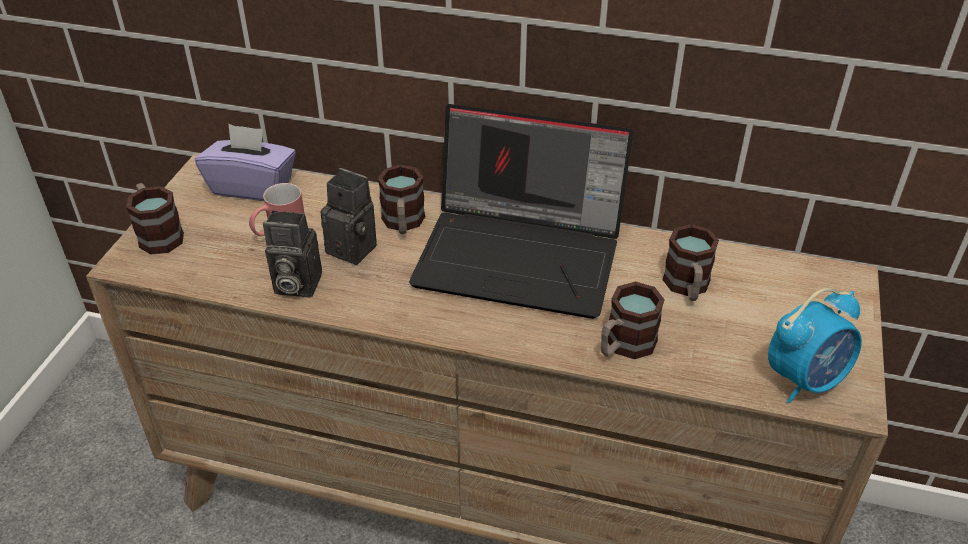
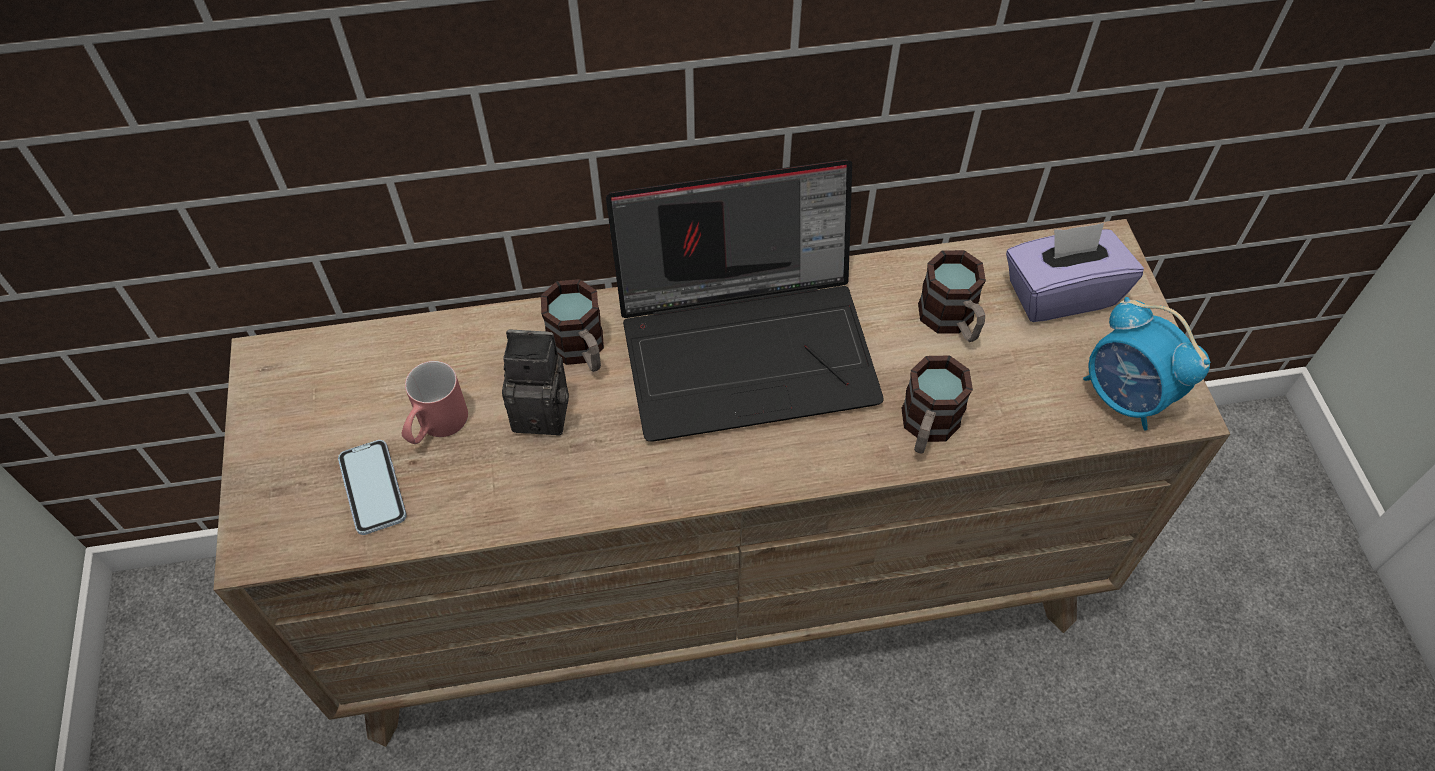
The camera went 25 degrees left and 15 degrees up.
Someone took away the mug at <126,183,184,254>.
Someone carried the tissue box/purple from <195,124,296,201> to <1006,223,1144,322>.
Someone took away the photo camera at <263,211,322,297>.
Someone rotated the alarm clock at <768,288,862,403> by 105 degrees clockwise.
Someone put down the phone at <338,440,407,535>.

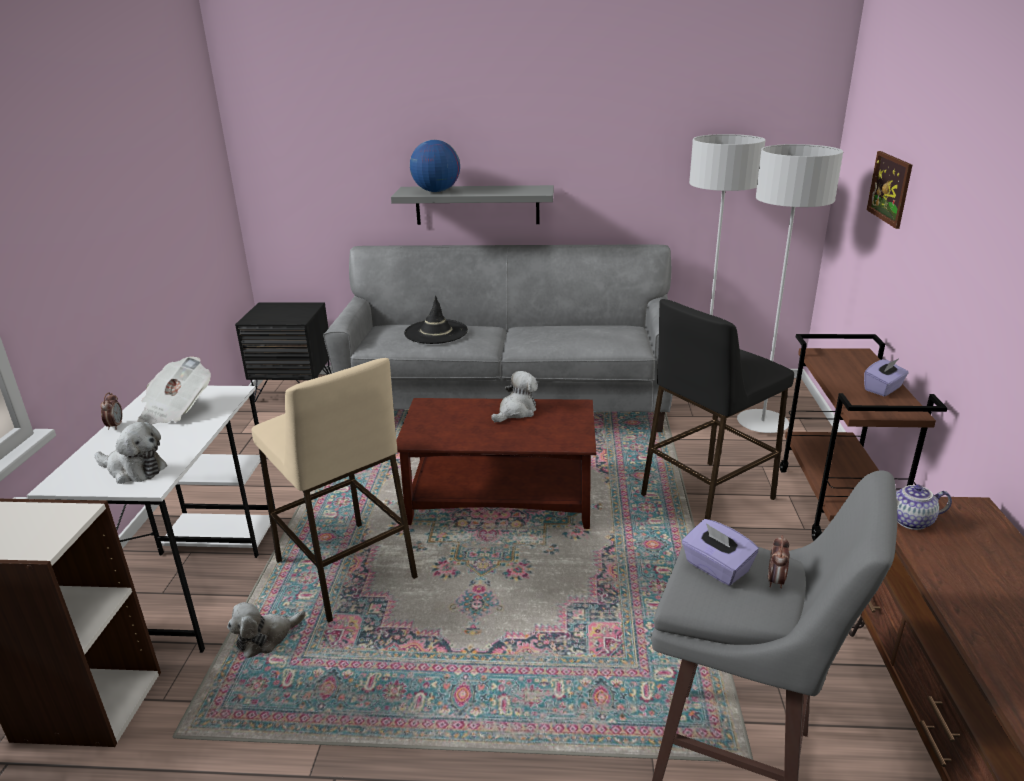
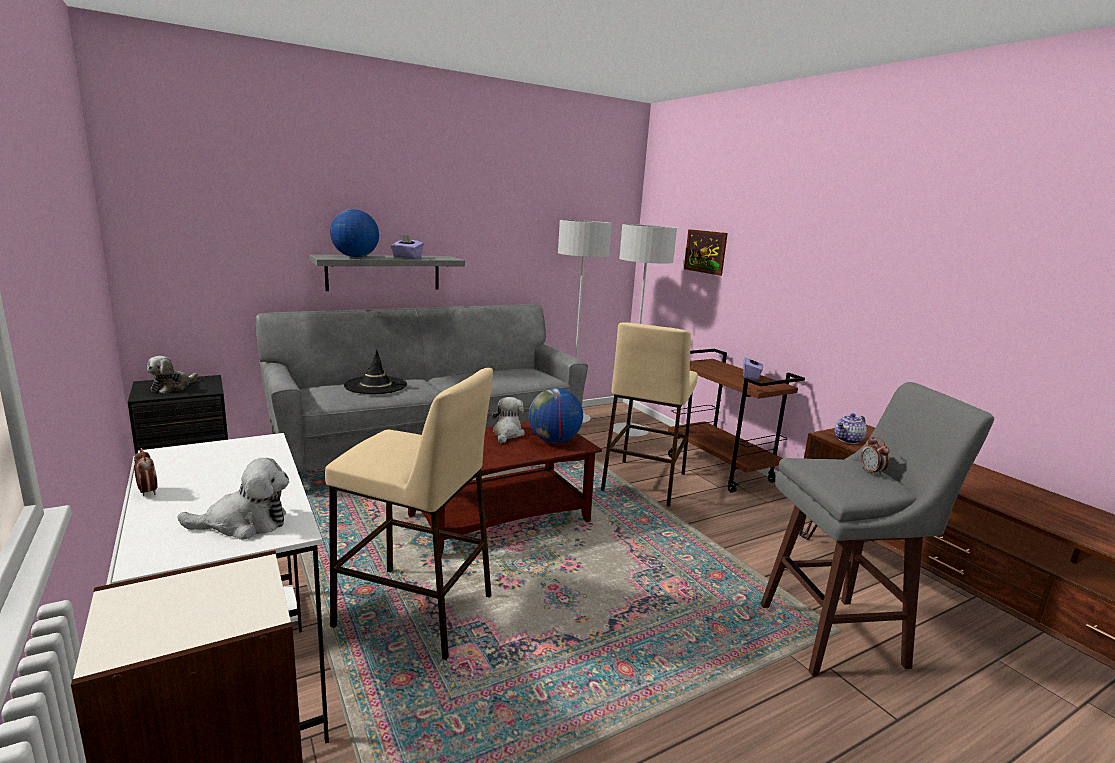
The camera went 35 degrees left and 10 degrees down.
Someone took away the newspaper at <137,356,211,425>.
Someone carried the plush toy from <227,602,306,658> to <147,356,198,394>.
Someone repainted the stool/black at <641,299,794,520>, which became the stool/beige at <601,322,698,507>.
Someone carried the tissue box/purple from <682,519,759,586> to <391,235,424,259>.
Someone put down the globe at <528,388,583,443>.

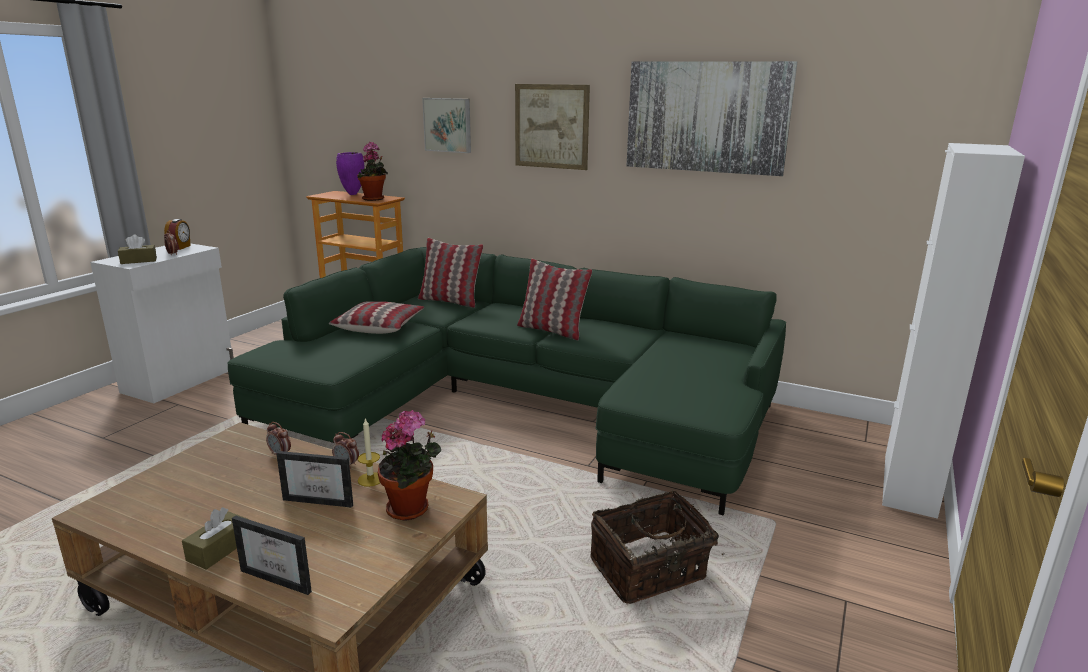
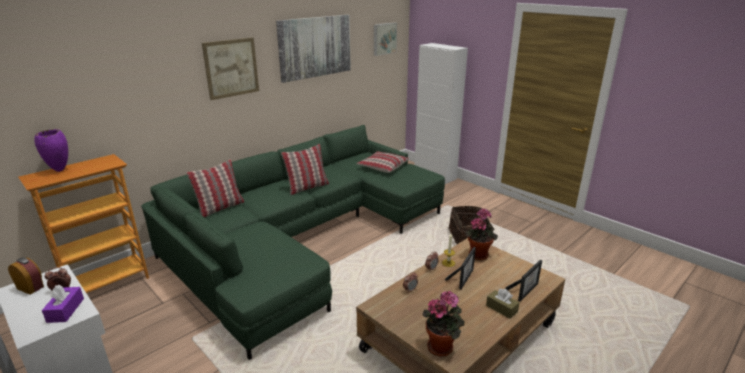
The camera went 70 degrees left and 5 degrees up.
Someone repainted the tissue box/brown at <118,234,157,264>, which became the tissue box/purple at <42,285,84,323>.
Someone carried the pillow from <329,301,424,334> to <357,151,409,173>.
Someone carried the potted plant from <357,142,388,201> to <423,291,465,357>.
Someone carried the picture from <422,98,471,153> to <374,22,397,56>.

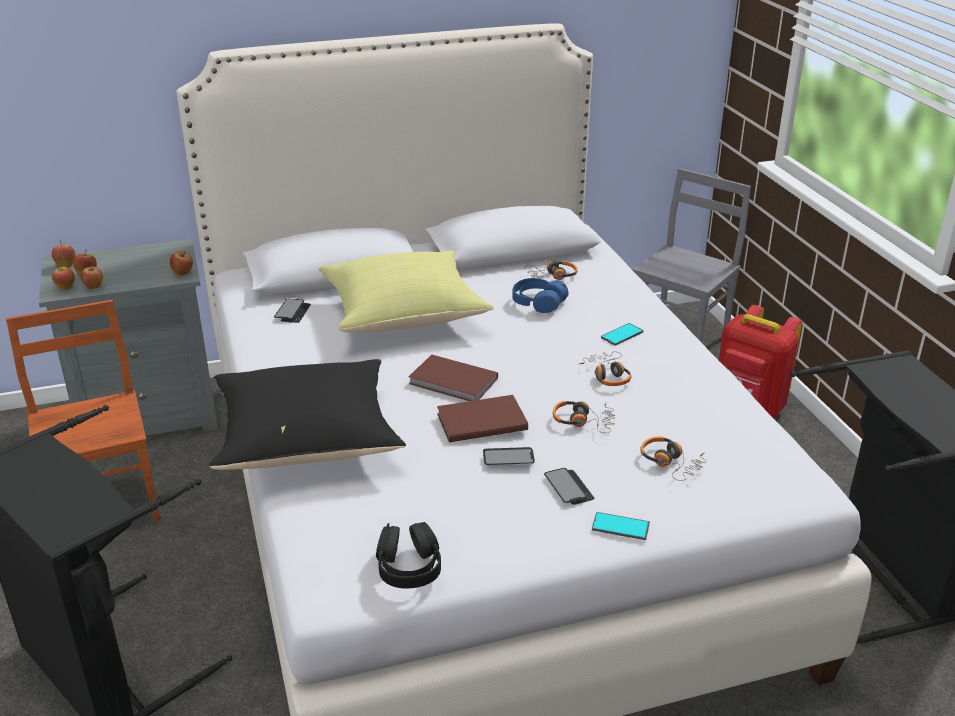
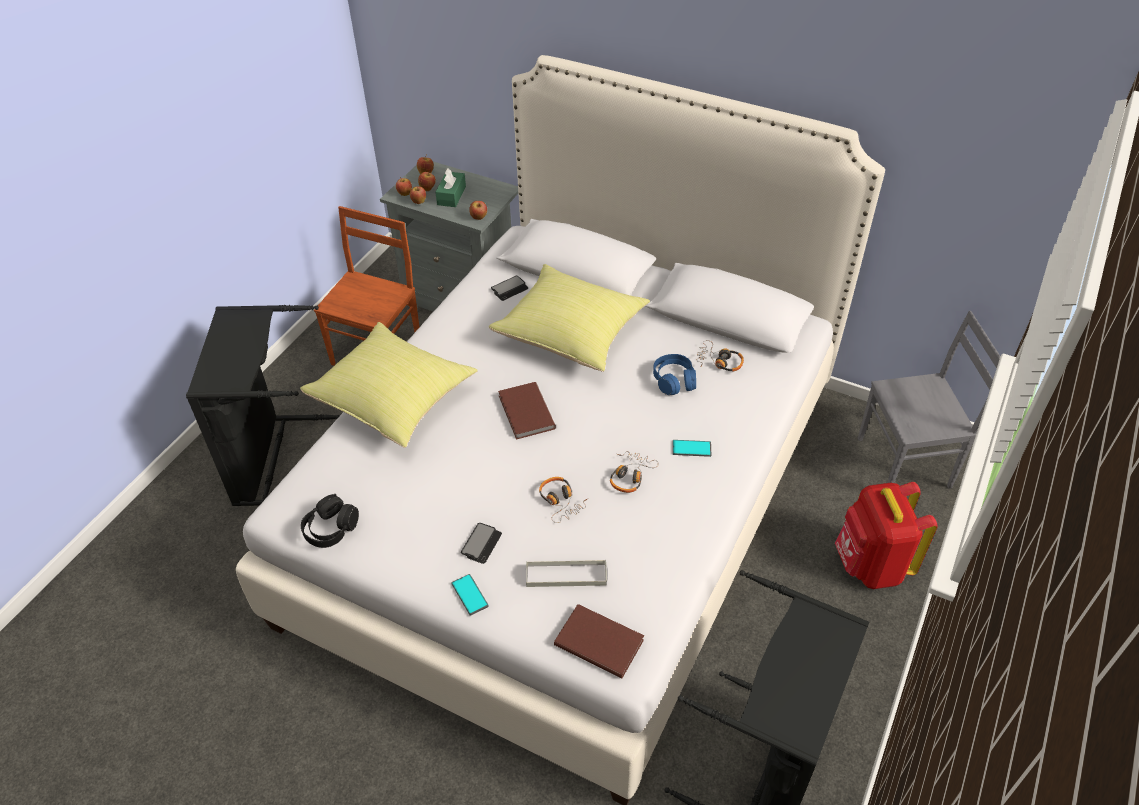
The camera went 45 degrees right and 15 degrees up.
Someone repainted the pillow/black at <209,359,406,470>, which became the pillow/yellow at <300,322,478,448>.
Someone carried the book/brown from <437,395,528,442> to <554,604,644,678>.
Someone took away the phone at <483,447,535,465>.
Someone swapped the headphones at <640,437,707,481> for the tray/grey at <526,560,607,587>.
Someone put down the tissue box/green at <435,168,466,207>.

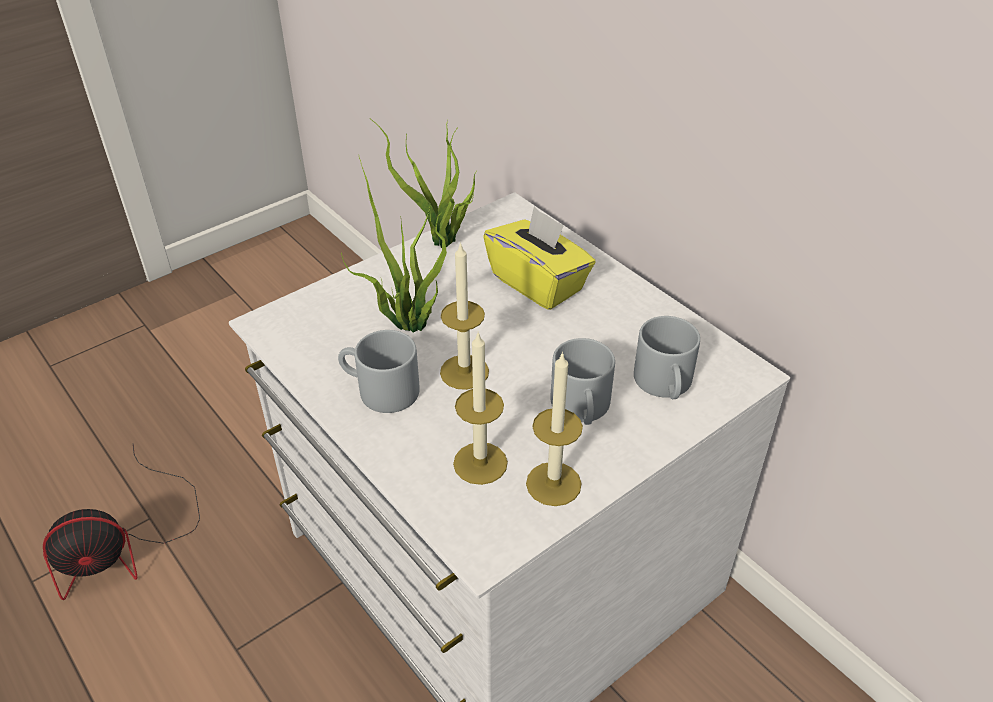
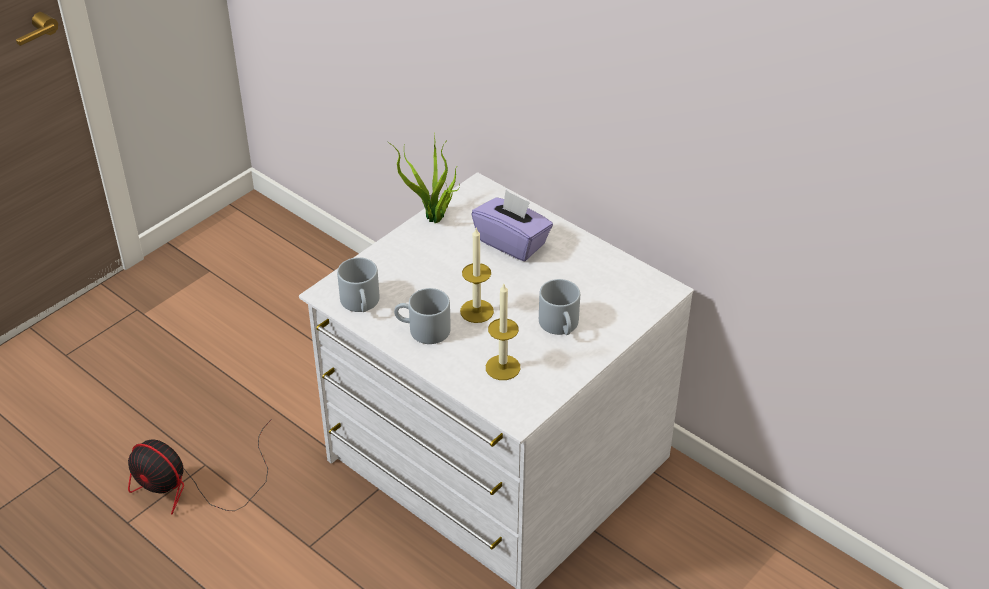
The camera went 10 degrees left and 0 degrees up.
Someone rotated the fan at <43,445,200,600> by 60 degrees clockwise.
Someone took away the potted plant at <341,154,447,332>.
Someone repainted the tissue box/yellow at <483,206,595,310>, which became the tissue box/purple at <471,190,553,261>.
Someone took away the candle at <526,352,583,506>.
Someone carried the mug/grey from <634,316,700,399> to <337,257,380,312>.

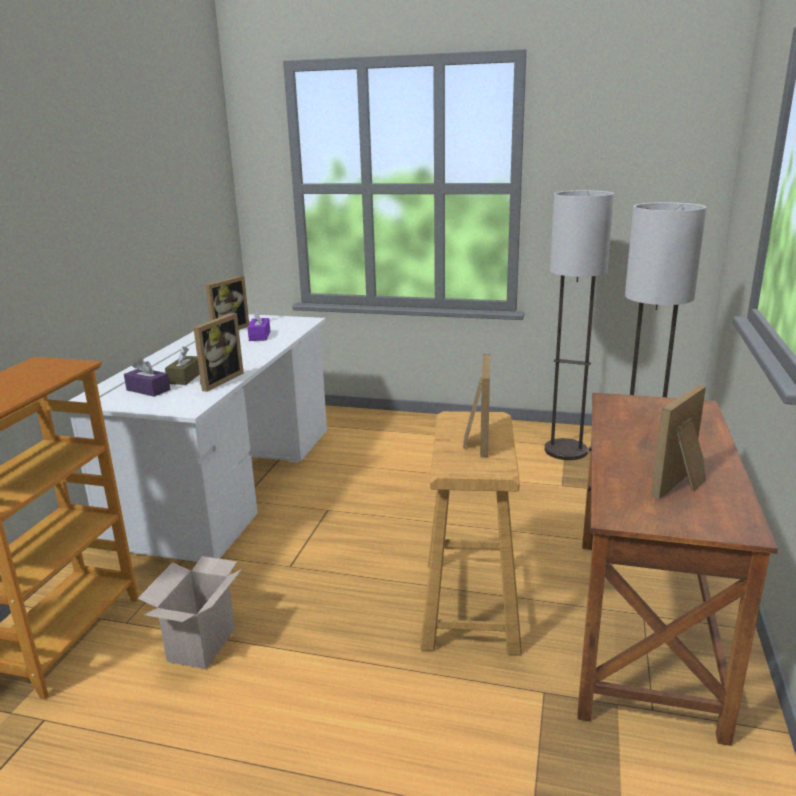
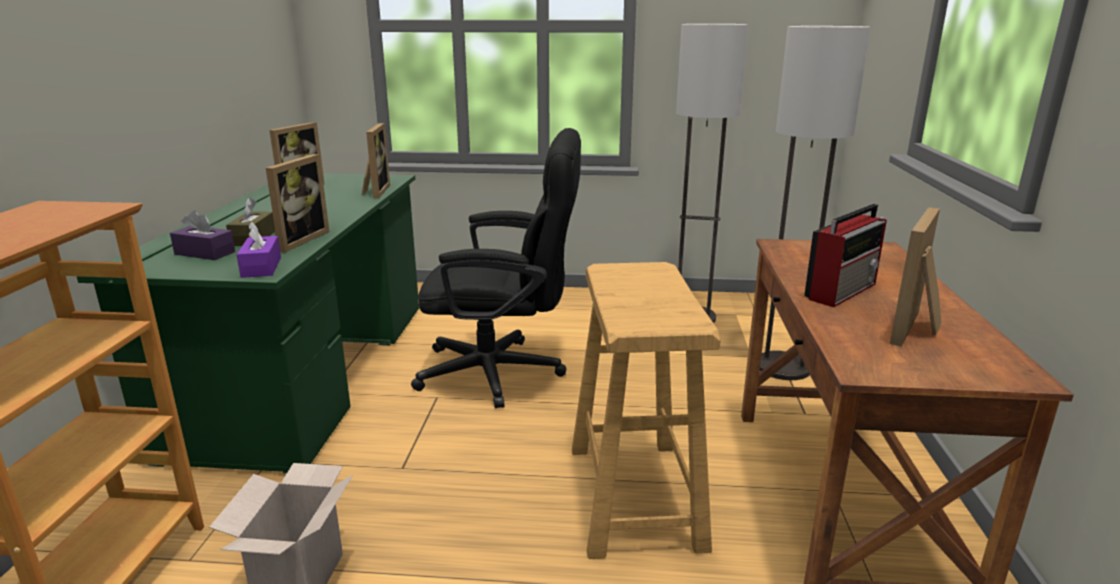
The camera went 10 degrees left and 0 degrees up.
Someone repainted the desk/white at <69,314,327,562>, which became the desk/green at <77,173,419,474>.
Someone carried the tissue box/purple from <247,309,270,341> to <236,222,281,278>.
Someone carried the picture frame from <463,354,491,457> to <362,123,390,199>.
Someone put down the office chair/black at <411,128,581,408>.
Someone put down the radio at <804,204,887,307>.

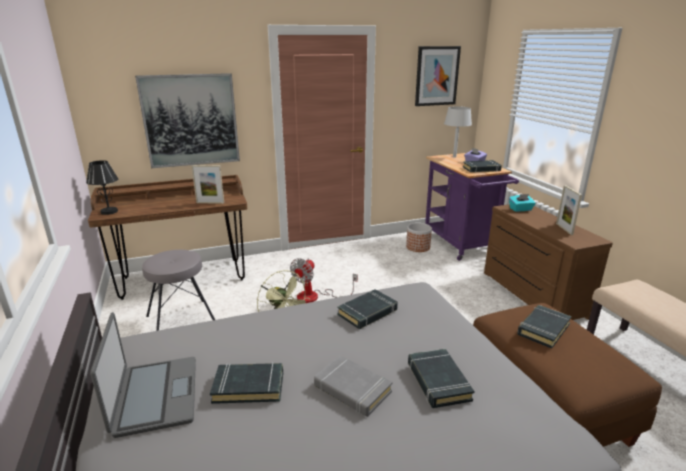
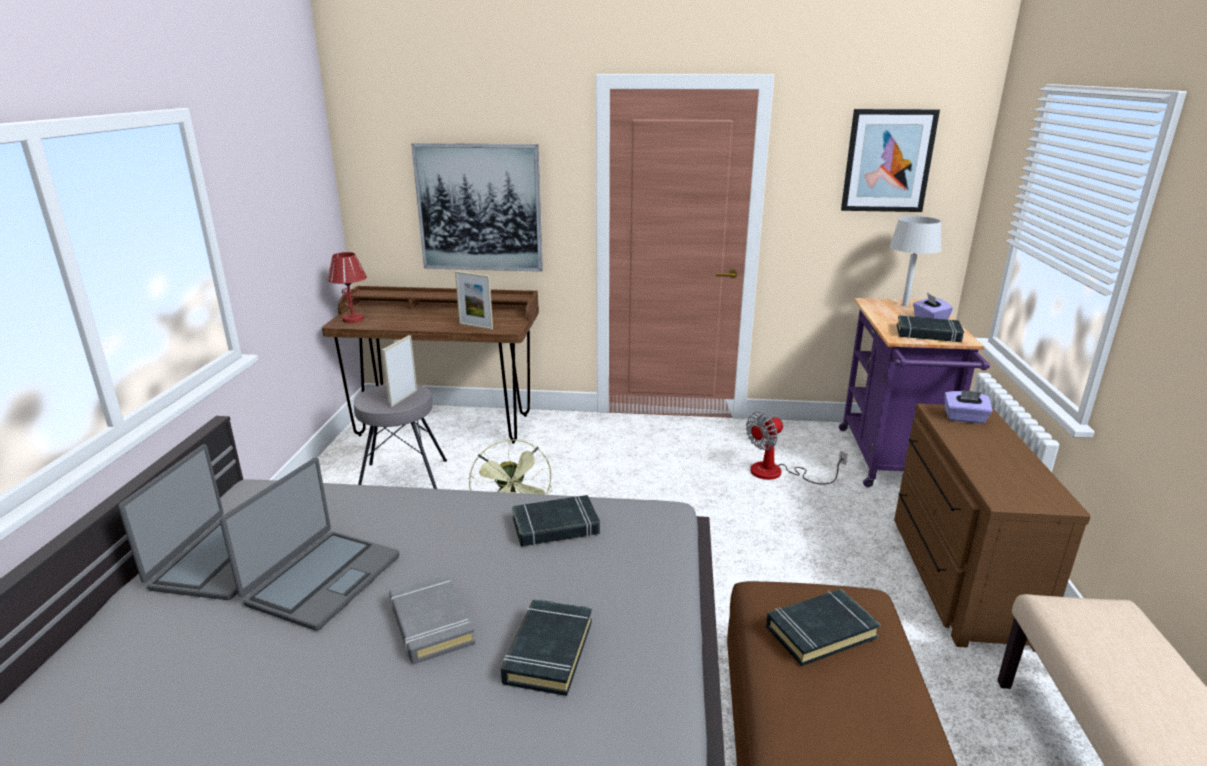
The camera went 25 degrees right and 0 degrees up.
Someone repainted the table lamp/black at <86,160,118,215>, which became the table lamp/red at <327,252,367,323>.
Someone swapped the book/black at <210,362,283,404> for the laptop at <220,458,400,631>.
Someone carried the fan from <290,258,358,303> to <746,412,847,484>.
Someone took away the planter at <406,223,432,252>.
Someone repainted the tissue box/turquoise at <509,194,536,212>, which became the tissue box/purple at <944,390,993,424>.
Someone carried the picture frame from <556,185,582,235> to <382,335,417,408>.

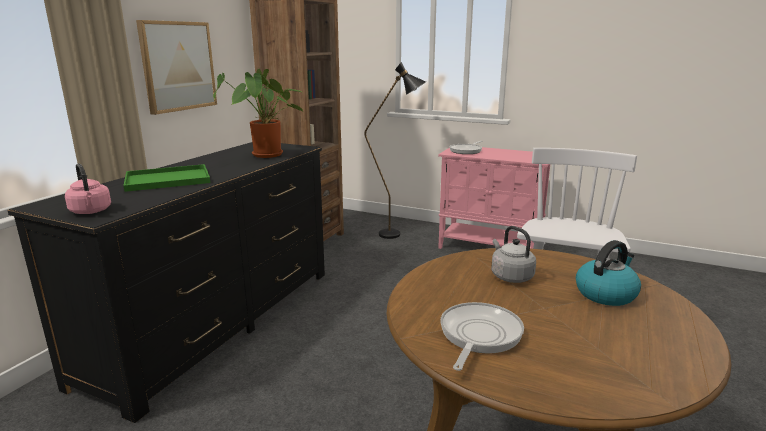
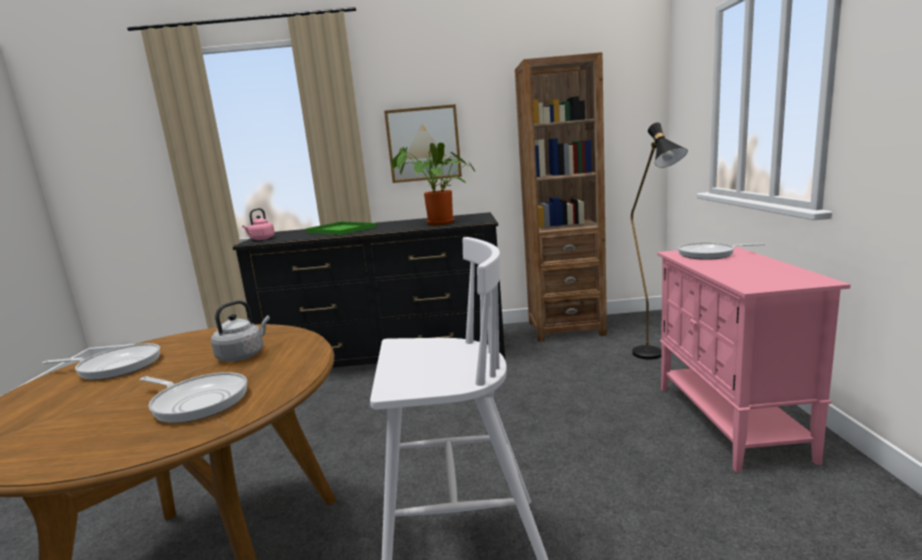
The camera went 65 degrees right and 5 degrees down.
Someone swapped the kettle at <576,240,641,306> for the frying pan at <140,372,247,423>.

